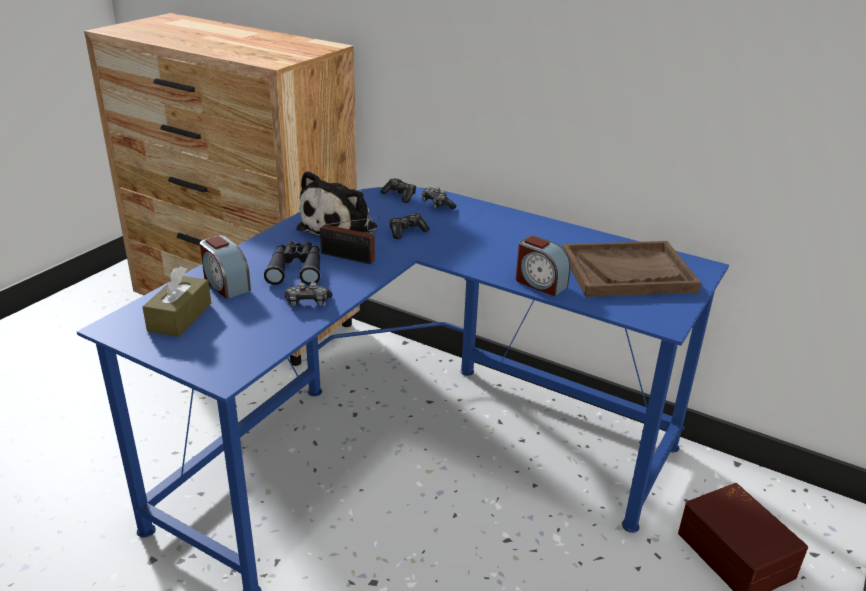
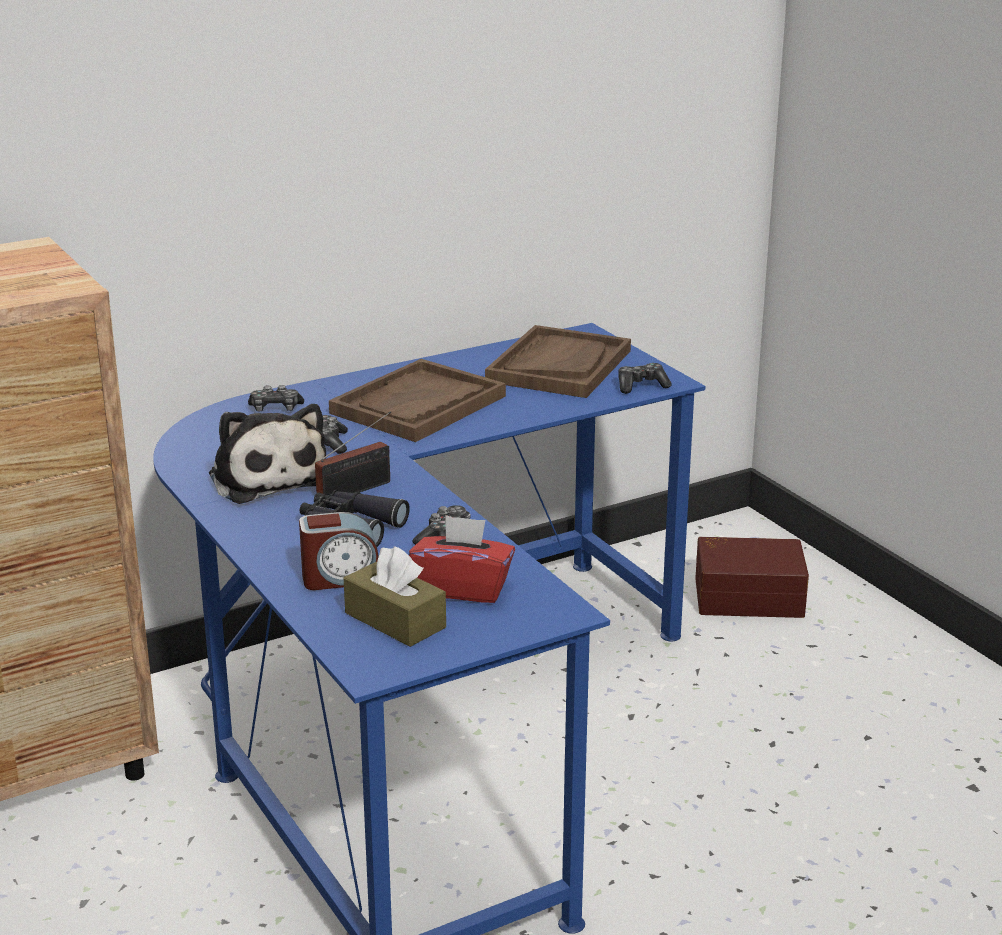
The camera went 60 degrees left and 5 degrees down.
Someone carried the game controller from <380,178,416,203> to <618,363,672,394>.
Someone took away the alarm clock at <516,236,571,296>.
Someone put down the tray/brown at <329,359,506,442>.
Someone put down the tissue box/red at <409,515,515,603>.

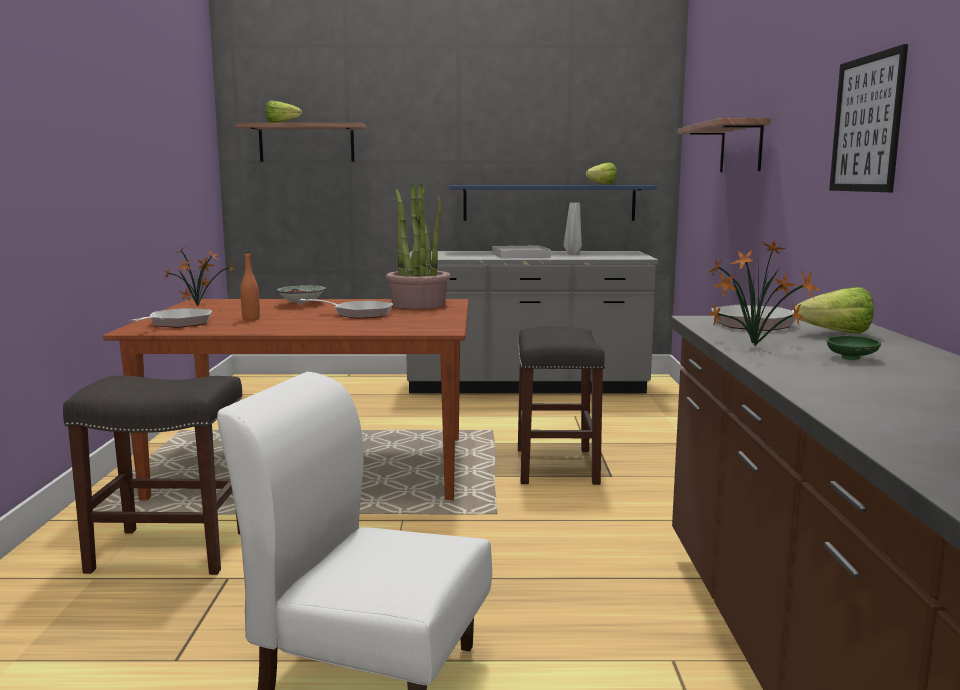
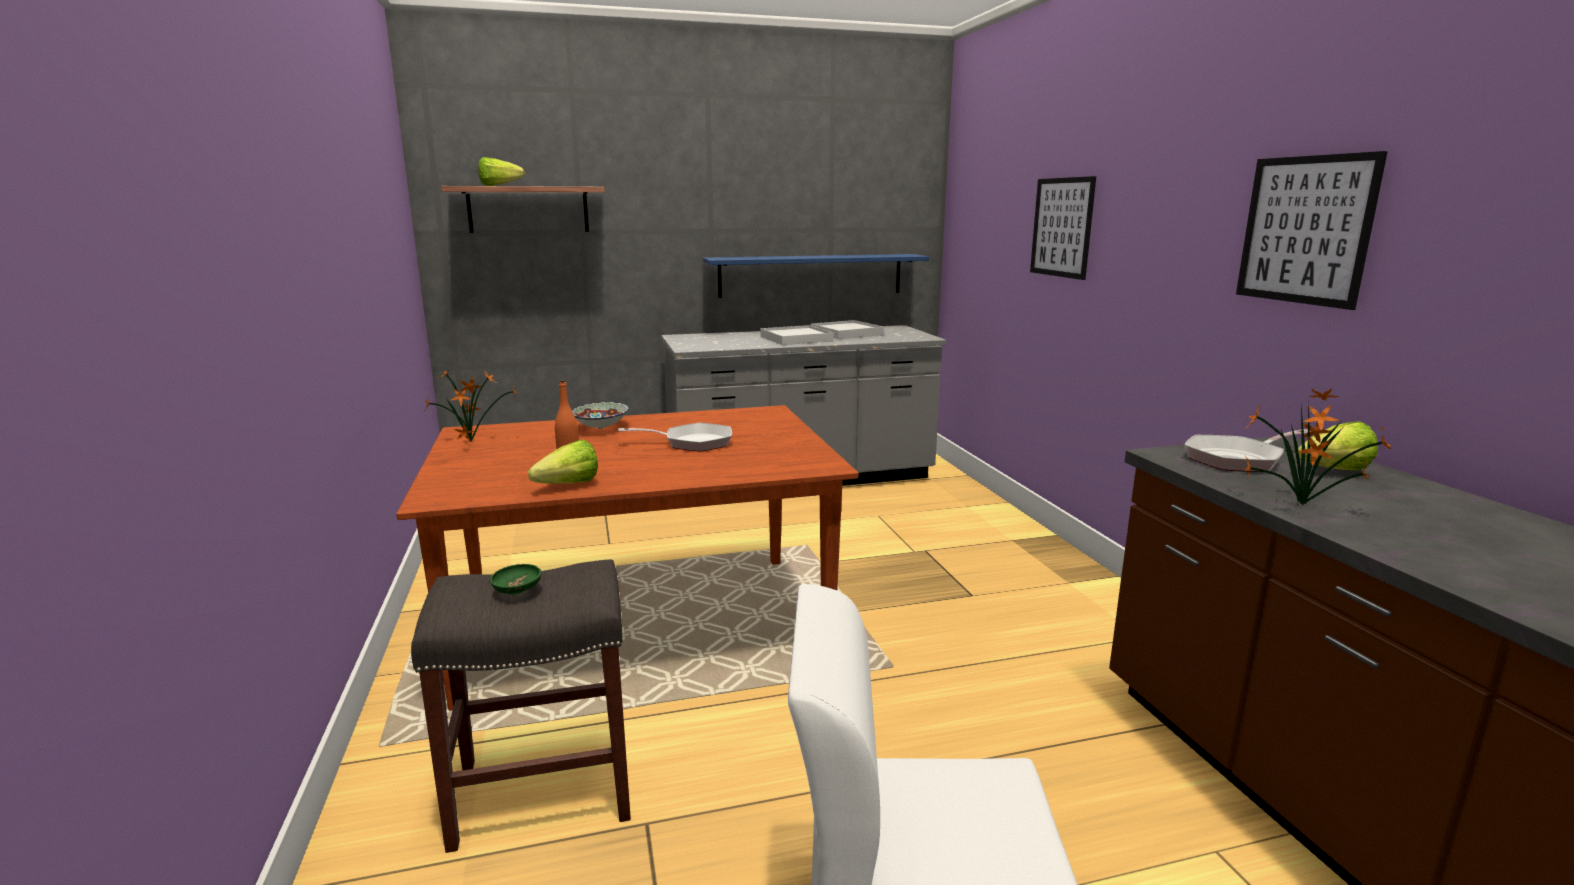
The camera went 15 degrees left and 5 degrees up.
Someone took away the frying pan at <129,308,212,328>.
Someone took away the potted plant at <386,182,450,309>.
Someone took away the stool/grey at <518,326,605,485>.
Someone swapped the vase/grey at <564,203,582,254> for the tray/white at <810,320,884,339>.
Someone carried the lettuce from <585,163,617,185> to <528,440,598,484>.
Someone swapped the shelf at <677,118,771,172> for the picture at <1030,176,1096,280>.
Someone carried the bowl/green from <827,336,881,360> to <490,564,541,595>.

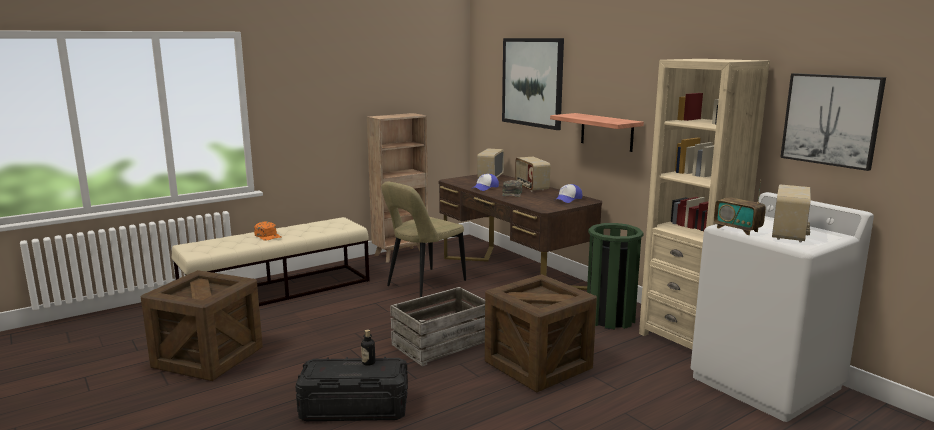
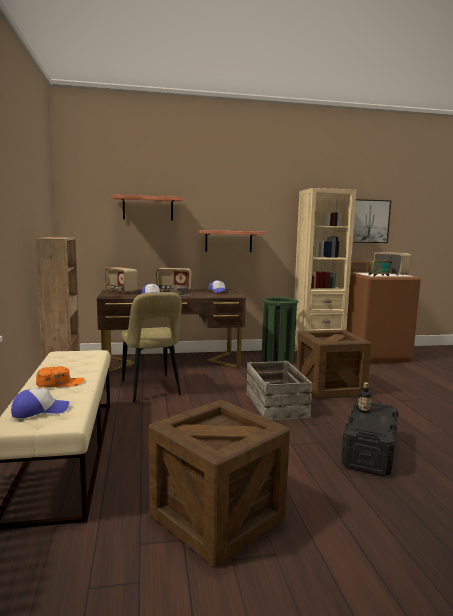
The camera went 65 degrees left and 5 degrees down.
Someone swapped the picture at <502,38,564,130> for the shelf at <112,195,183,221>.
Someone repainted the washing machine/white at <691,192,874,422>, which became the washing machine/brown at <346,261,421,364>.
Someone put down the cap at <11,389,69,418>.

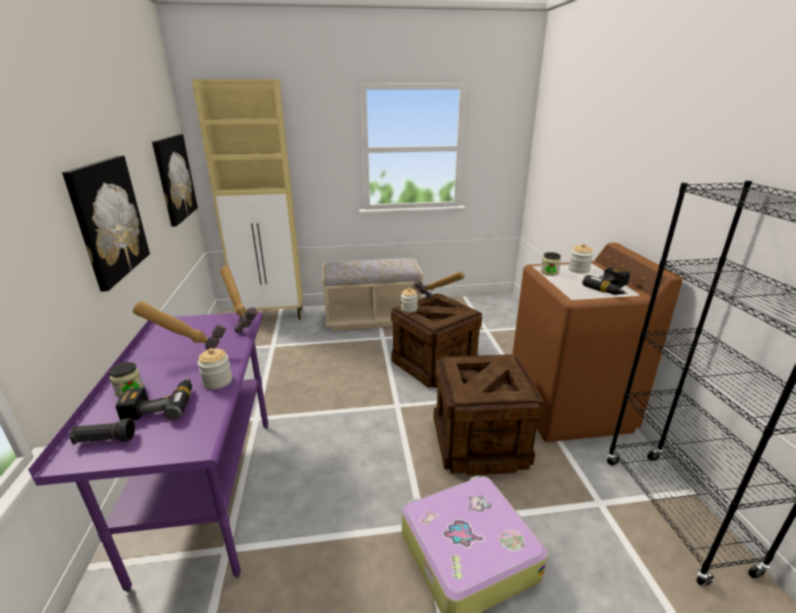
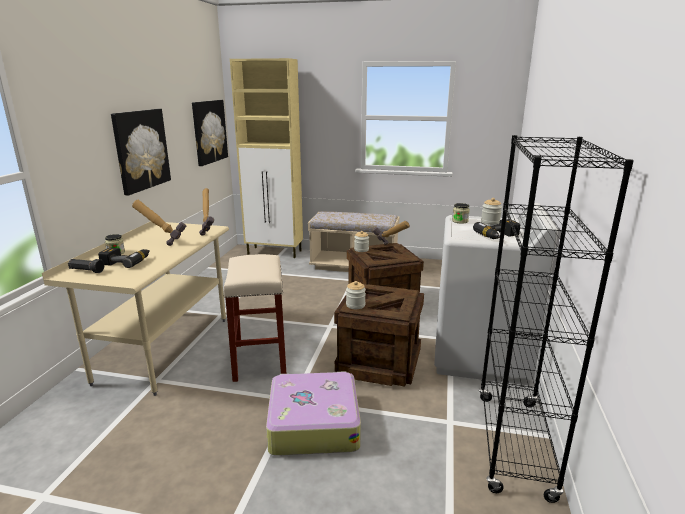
The camera went 20 degrees right and 5 degrees down.
Someone repainted the desk/purple at <28,311,268,592>, which became the desk/beige at <42,221,229,396>.
Someone carried the jar from <198,348,232,390> to <346,281,366,309>.
Someone repainted the washing machine/brown at <512,243,683,442>, which became the washing machine/white at <434,203,558,385>.
Someone put down the stool/beige at <224,254,286,382>.

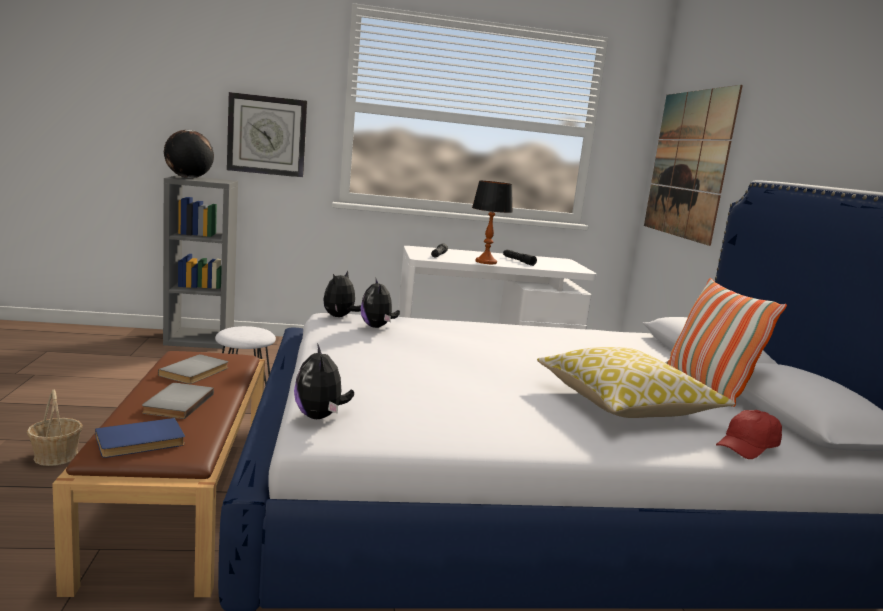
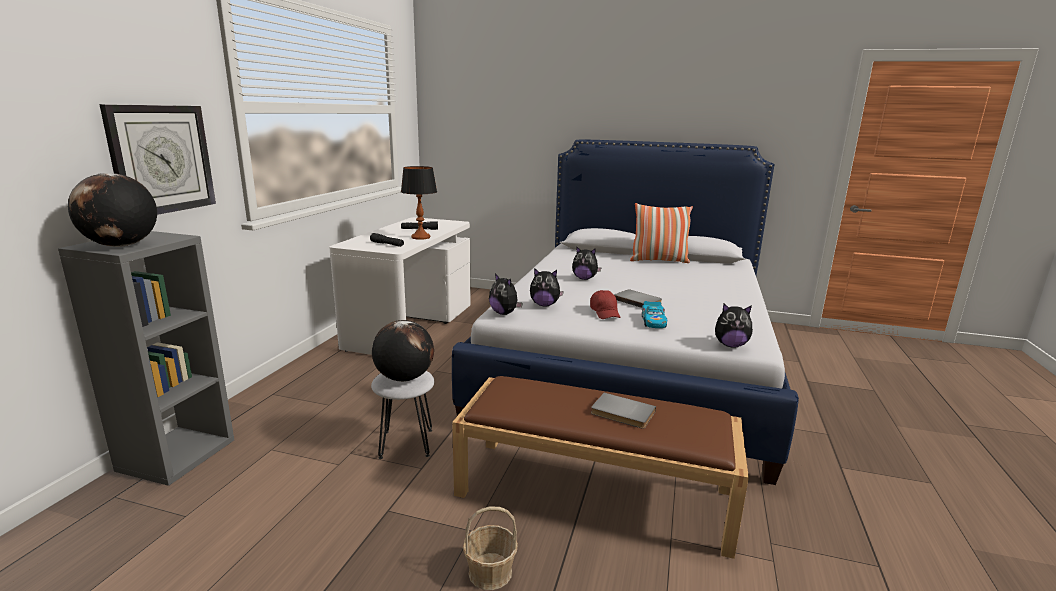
The camera went 65 degrees left and 5 degrees up.
Someone took away the book/blue at <95,418,185,458>.
Someone carried the book/grey from <158,354,228,384> to <614,289,662,308>.
Someone took away the pillow at <537,347,735,418>.
Someone took away the picture at <644,85,743,246>.
Someone carried the cap/red from <716,410,782,459> to <590,290,621,319>.
Someone put down the globe at <372,320,434,382>.
Someone put down the plush toy at <572,246,602,280>.
Someone put down the toy car at <642,301,667,328>.

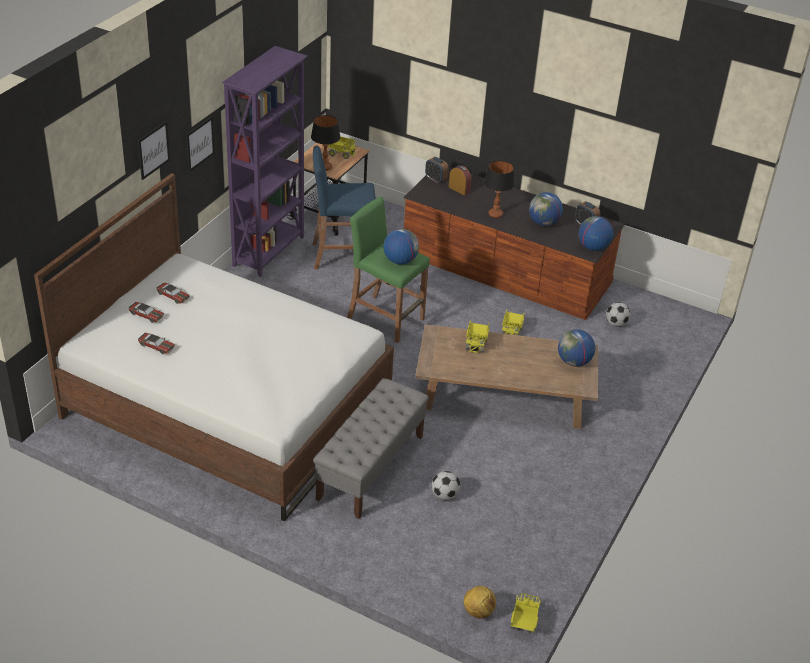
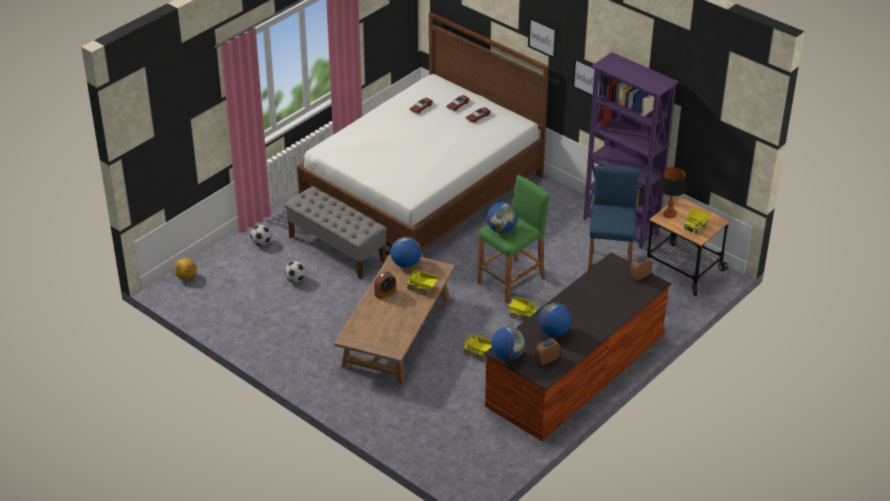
The camera went 105 degrees right and 0 degrees up.
Someone carried the alarm clock from <449,165,471,195> to <374,271,396,299>.
Someone took away the table lamp at <484,161,515,218>.
Someone carried the toy truck from <510,593,541,633> to <507,296,537,320>.
Someone carried the globe from <558,329,595,367> to <391,237,421,268>.
Someone carried the football from <606,302,630,327> to <250,224,271,246>.

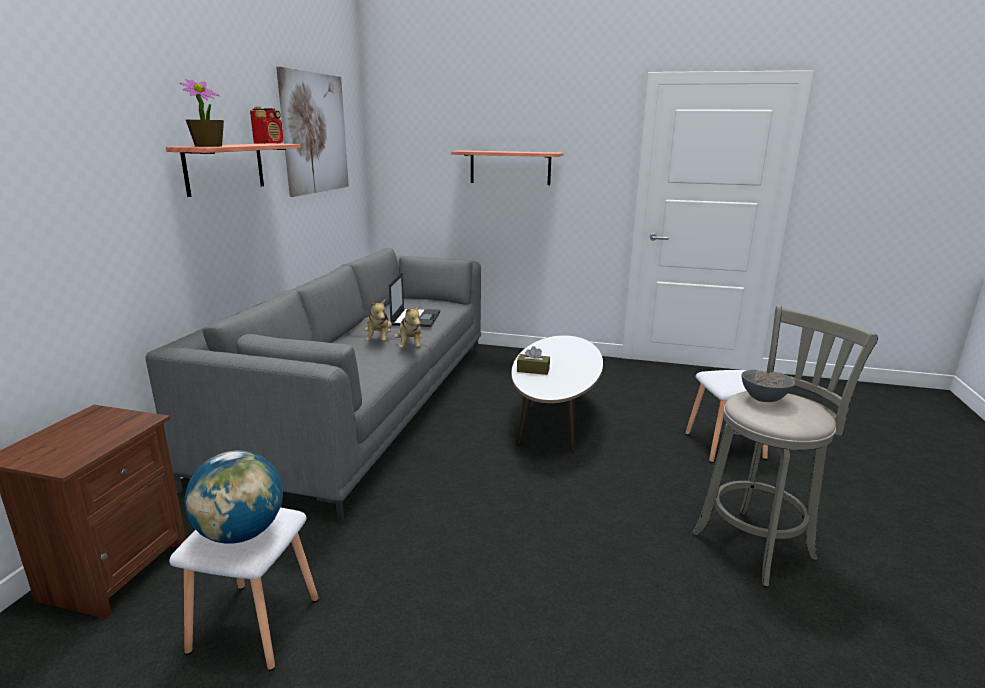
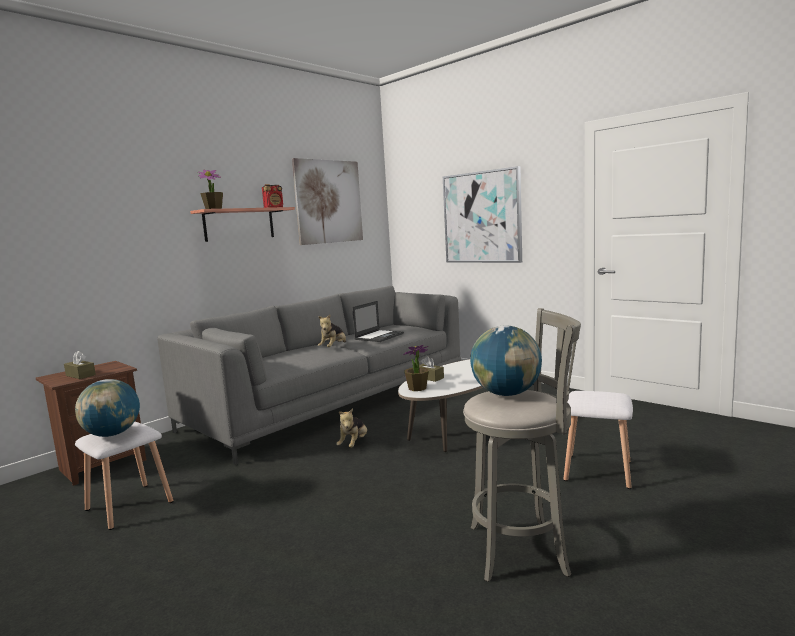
The camera went 30 degrees right and 10 degrees down.
Someone carried the plush toy from <394,305,422,348> to <336,408,367,448>.
Someone swapped the shelf at <451,150,564,185> for the picture at <443,166,522,263>.
Someone swapped the bowl/grey at <742,369,795,402> for the globe at <470,326,542,396>.
Someone put down the tissue box/brown at <64,351,96,379>.
Someone put down the potted plant at <403,345,429,391>.

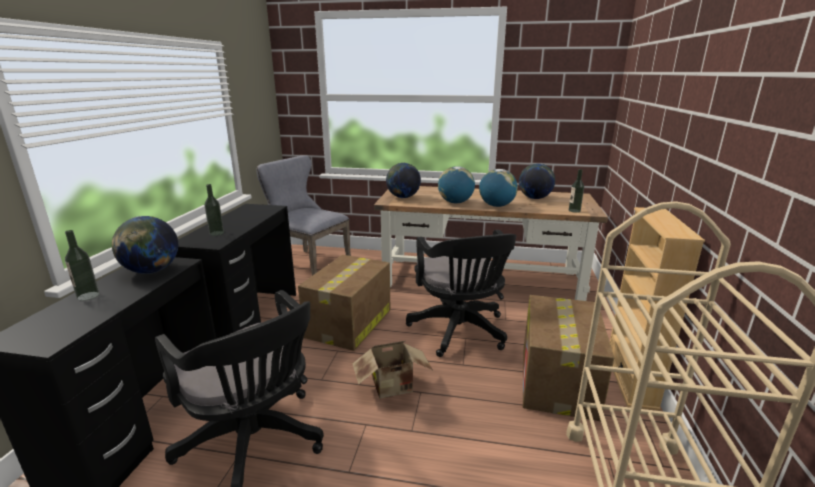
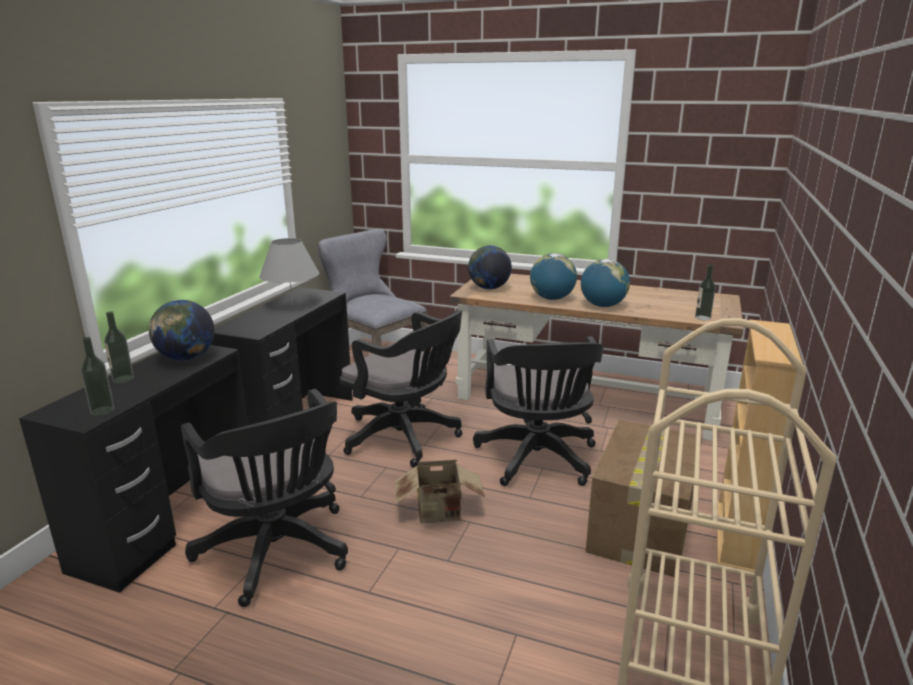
The camera went 10 degrees right and 0 degrees up.
Someone carried the bottle from <205,184,224,236> to <81,337,114,416>.
Someone swapped the cardboard box at <298,255,390,351> for the office chair/black at <340,309,463,467>.
Someone took away the globe at <519,163,555,199>.
Someone put down the table lamp/grey at <259,238,319,305>.

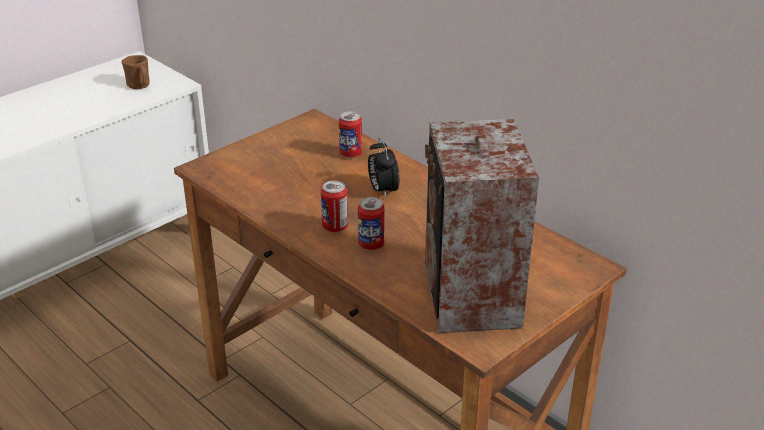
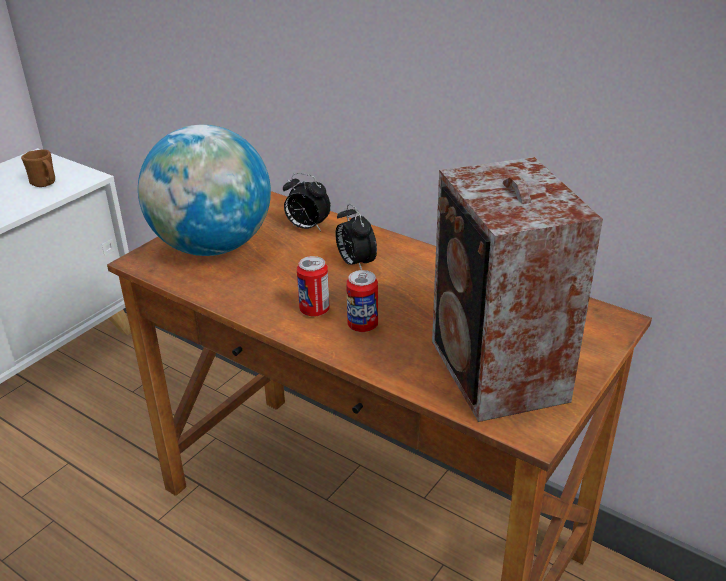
The camera went 10 degrees left and 0 degrees up.
Someone swapped the can at <339,111,362,158> for the alarm clock at <283,173,331,231>.
Someone put down the globe at <138,125,271,256>.

